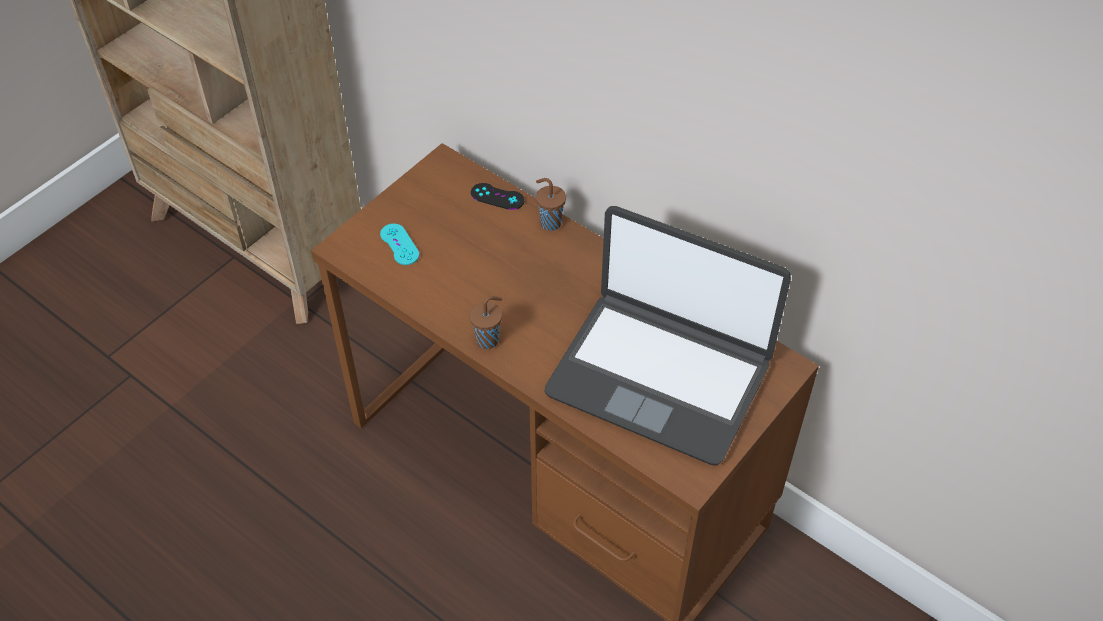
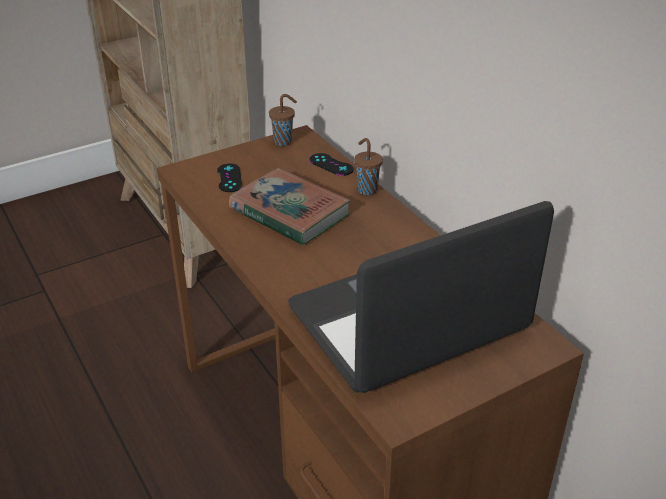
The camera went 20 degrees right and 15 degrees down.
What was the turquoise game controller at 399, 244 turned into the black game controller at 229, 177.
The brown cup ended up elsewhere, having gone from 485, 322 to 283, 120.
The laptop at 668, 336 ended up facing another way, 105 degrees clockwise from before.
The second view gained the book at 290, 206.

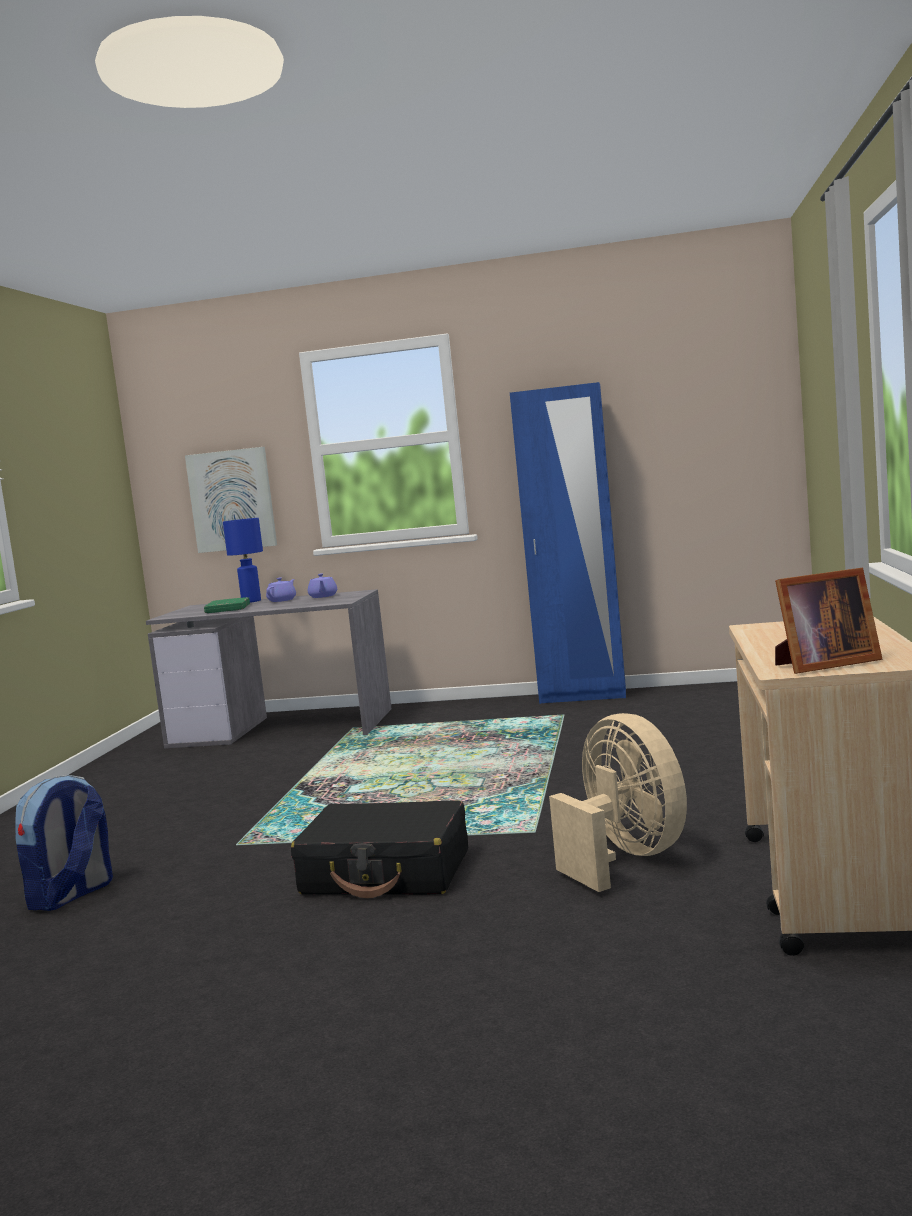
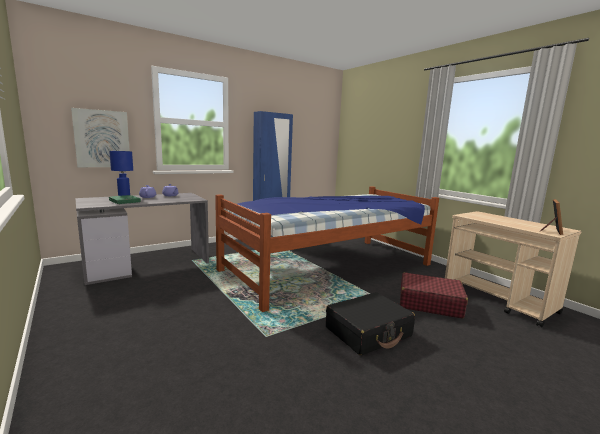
The camera went 45 degrees left and 5 degrees up.
The second view lost the backpack at 64, 843.
Where the beige fan stood at 618, 802, the red suitcase came to stand at 434, 295.
The second view gained the bed at 327, 249.

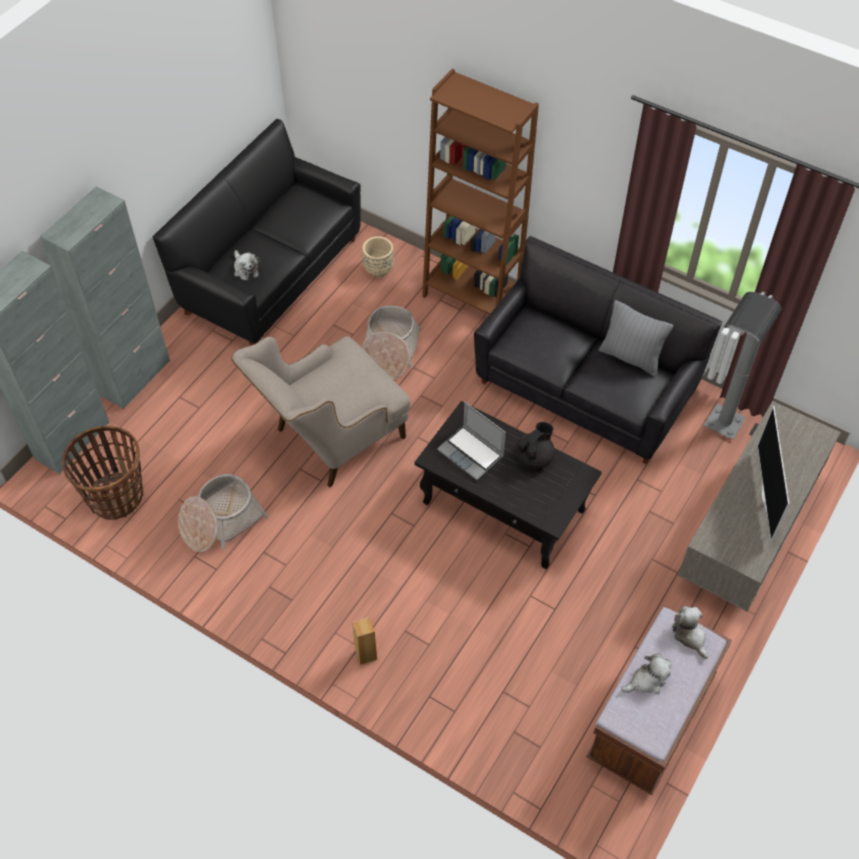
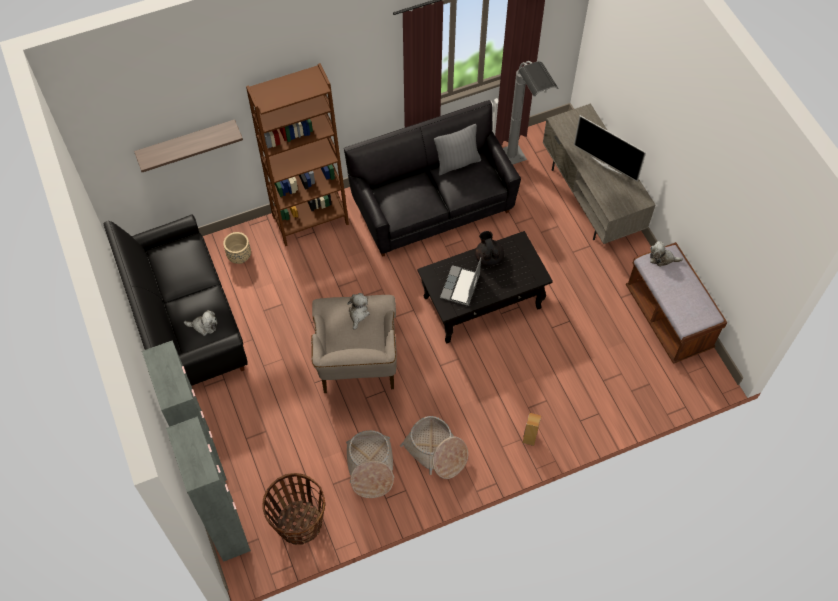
The camera went 55 degrees left and 5 degrees up.
The basket ended up elsewhere, having gone from 391, 343 to 434, 447.
The laptop at 471, 441 ended up facing another way, 120 degrees clockwise from before.
The plush toy ended up elsewhere, having gone from 646, 674 to 358, 311.
The second view gained the shelf at 188, 145.

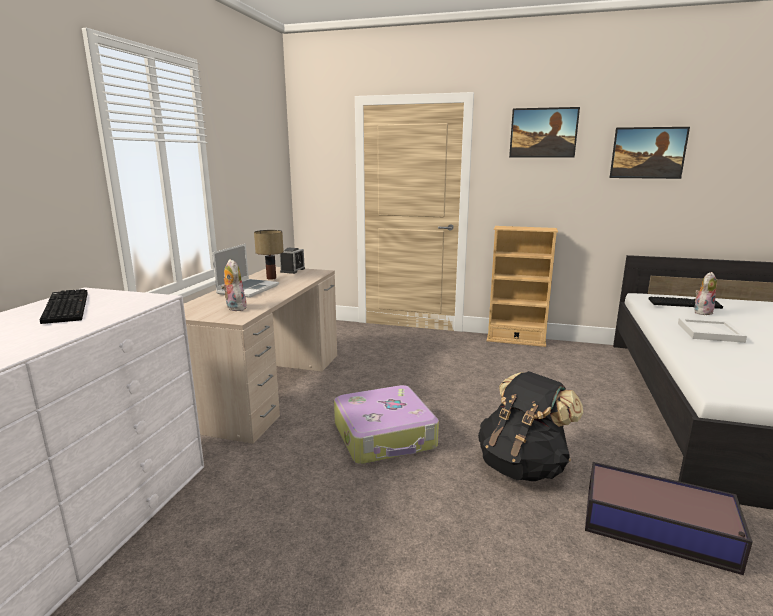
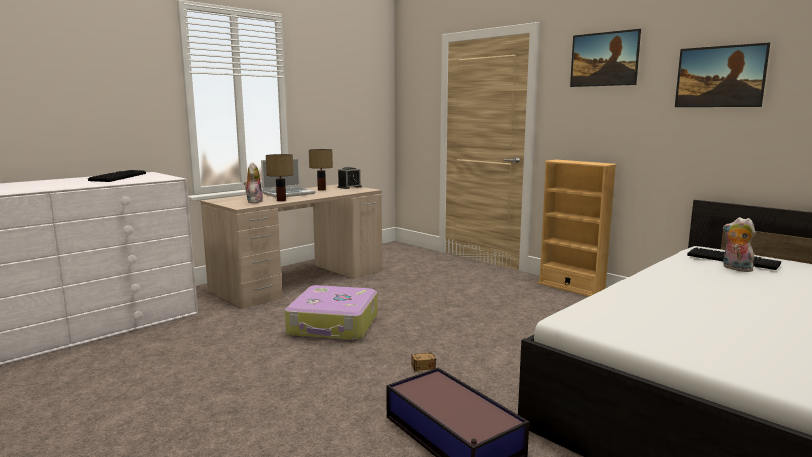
The camera went 30 degrees right and 5 degrees down.
Where the black backpack stood at 530, 426, the storage box came to stand at 409, 354.
The second view lost the white tray at 712, 330.
The plush toy at 705, 293 ended up facing another way, 120 degrees counterclockwise from before.
The second view gained the table lamp at 280, 177.

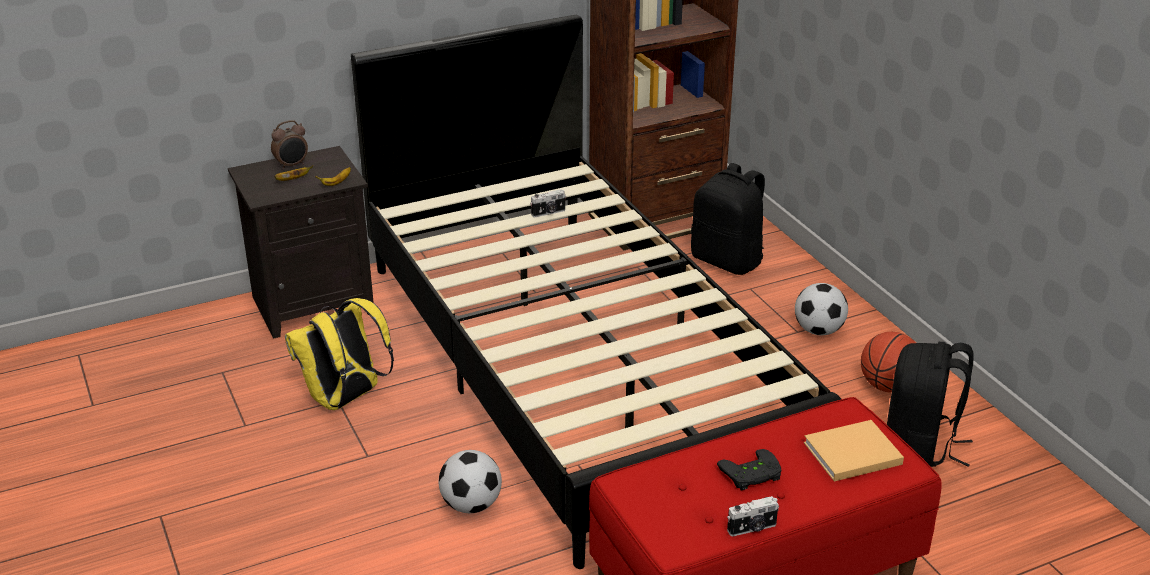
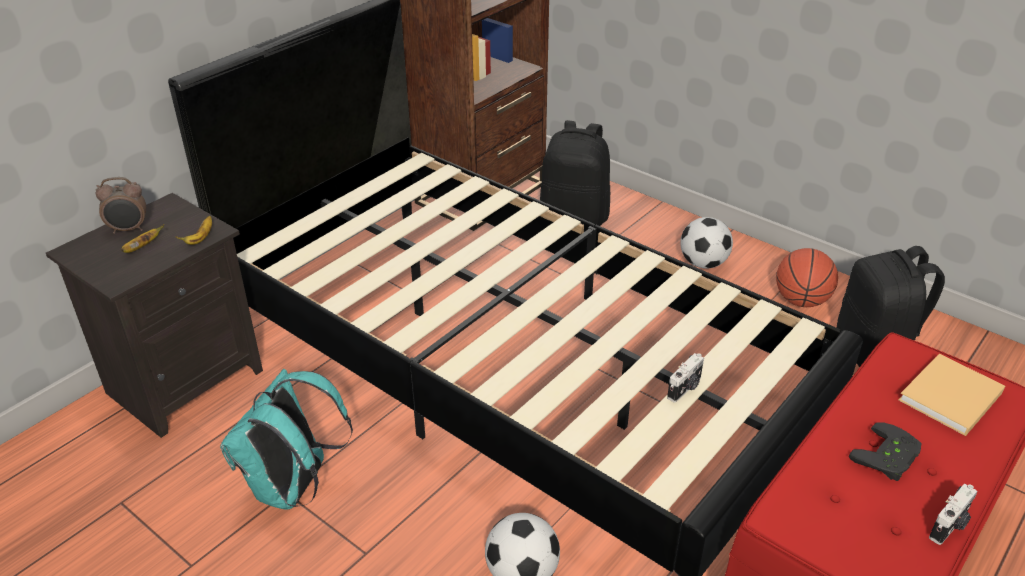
The camera went 25 degrees left and 5 degrees up.
The alarm clock at 289, 144 ended up facing another way, 45 degrees clockwise from before.
What was the yellow backpack at 339, 354 turned into the turquoise backpack at 286, 439.
The photo camera ended up elsewhere, having gone from 548, 203 to 685, 377.

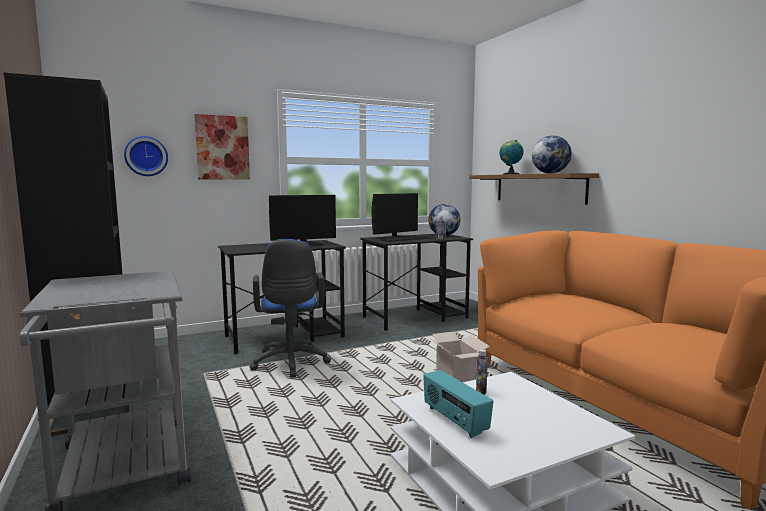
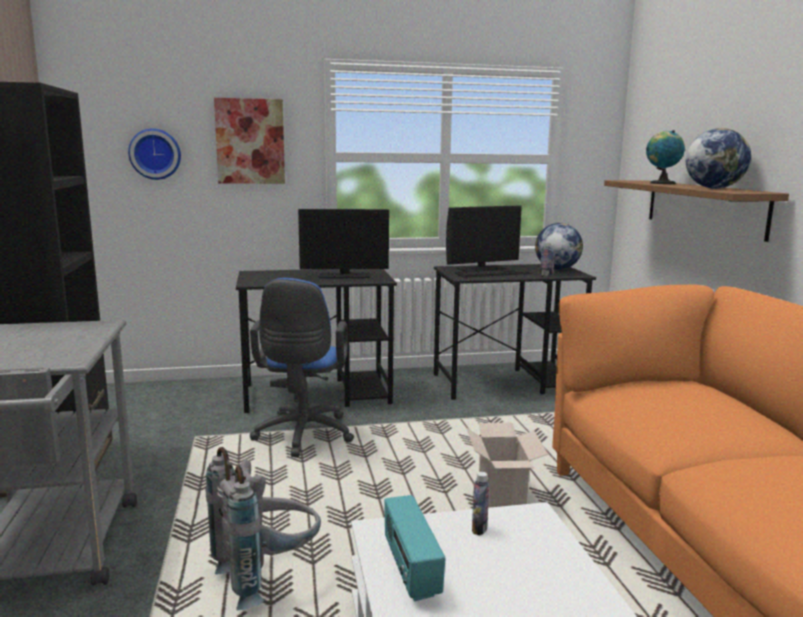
The camera went 15 degrees right and 5 degrees up.
The second view gained the grey backpack at 263, 528.

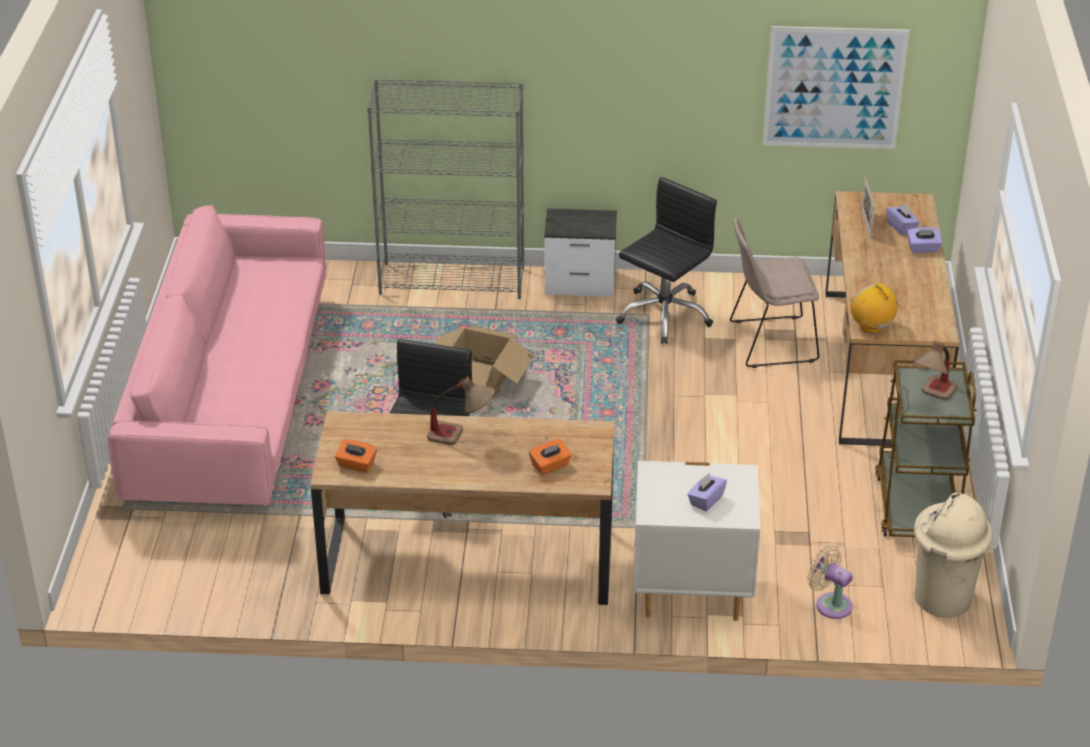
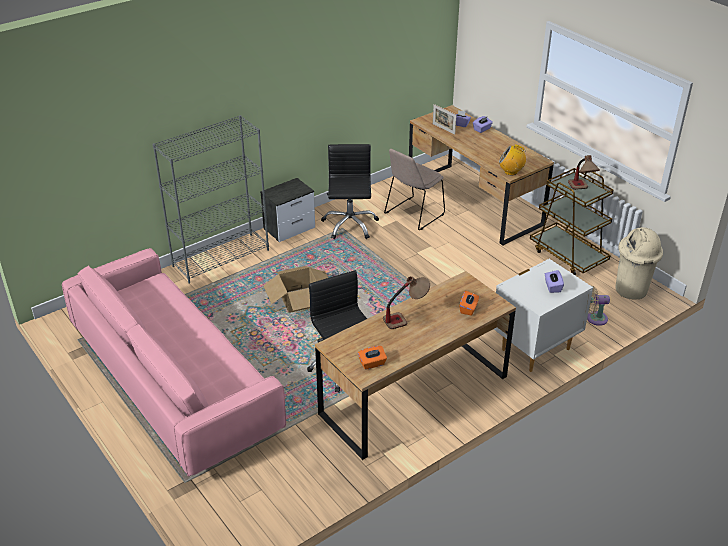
The camera went 40 degrees left and 0 degrees up.
The second view lost the picture at 836, 87.

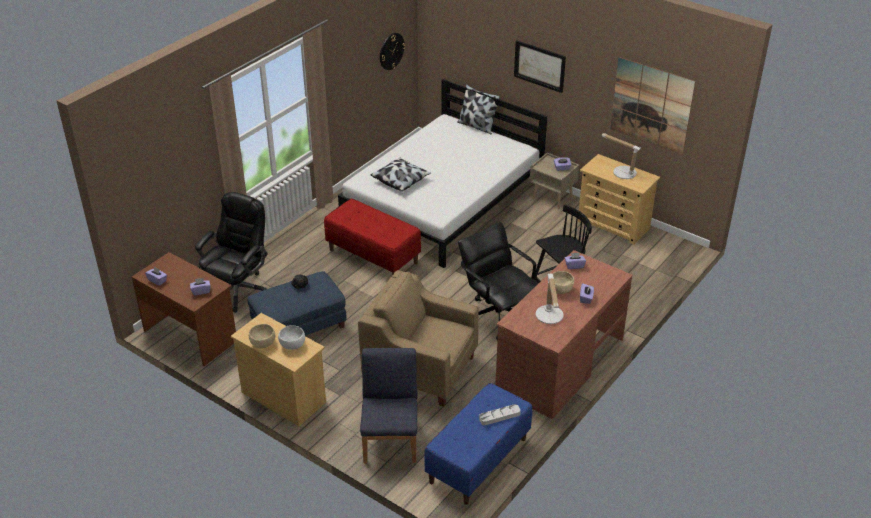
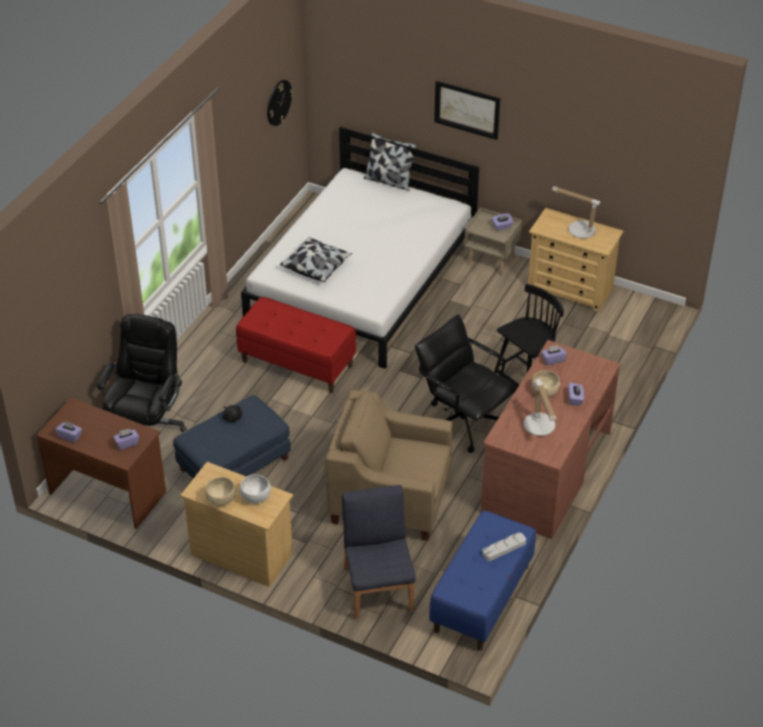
The camera went 10 degrees left and 5 degrees up.
The second view lost the picture at 653, 106.

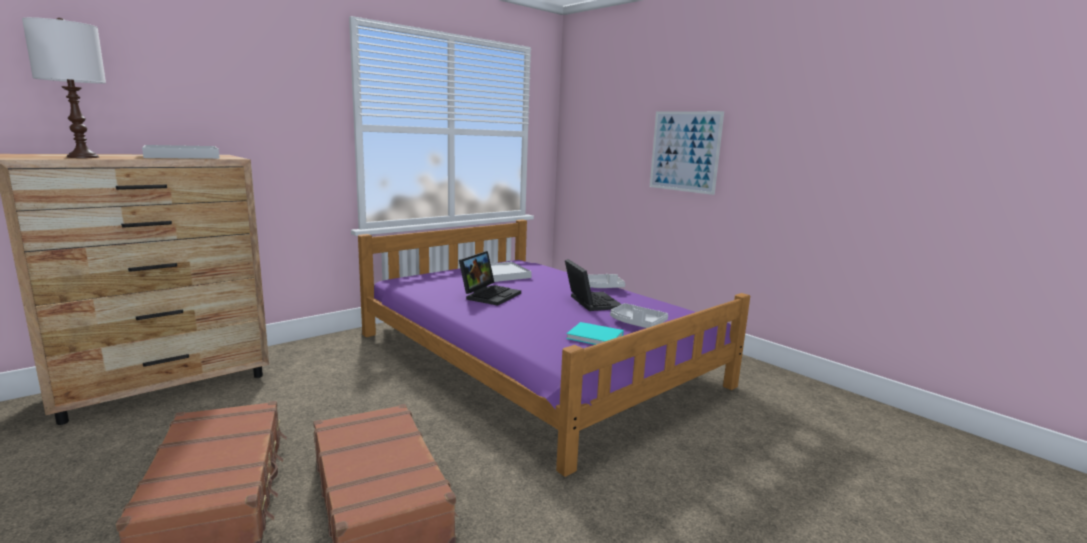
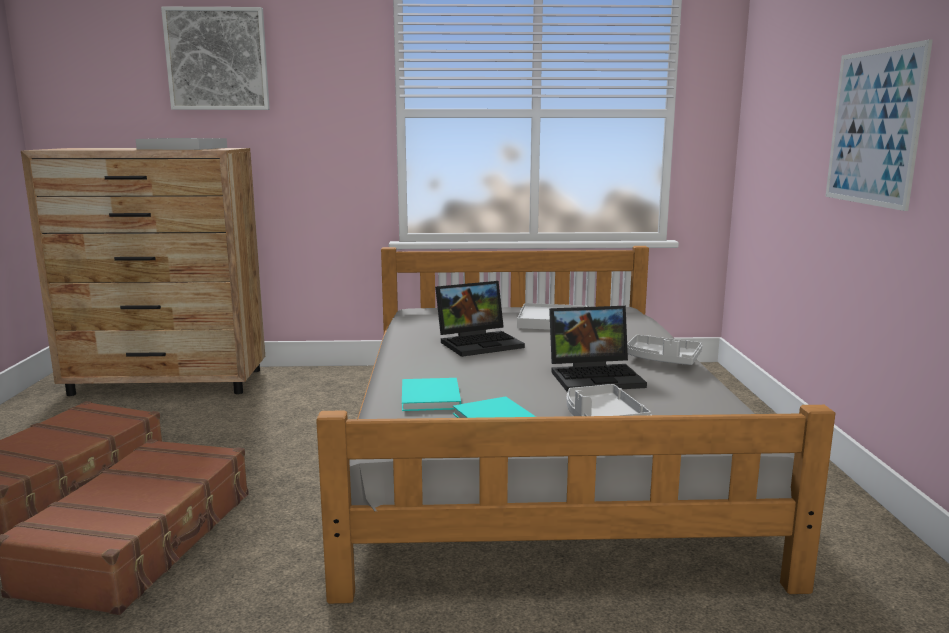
The camera went 40 degrees right and 0 degrees up.
The second view lost the white table lamp at 64, 87.
What was the purple bed at 554, 348 turned into the grey bed at 576, 425.
The laptop at 593, 285 ended up facing another way, 60 degrees clockwise from before.
The second view gained the picture at 215, 58.
The second view gained the turquoise book at 431, 394.

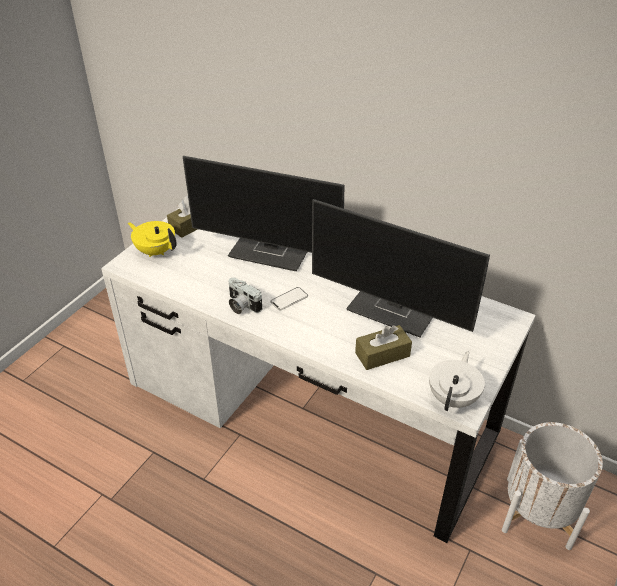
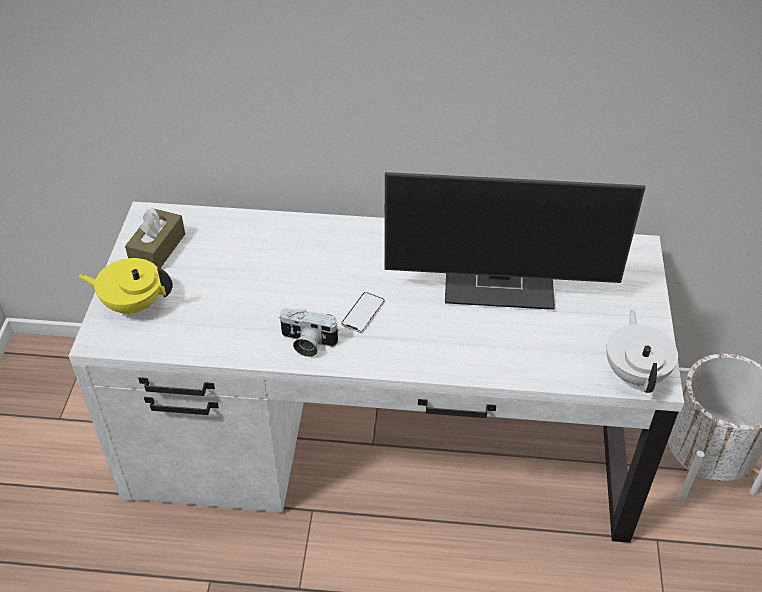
The camera went 25 degrees left and 5 degrees up.
The second view lost the monitor at 263, 213.
The second view lost the brown tissue box at 383, 347.

